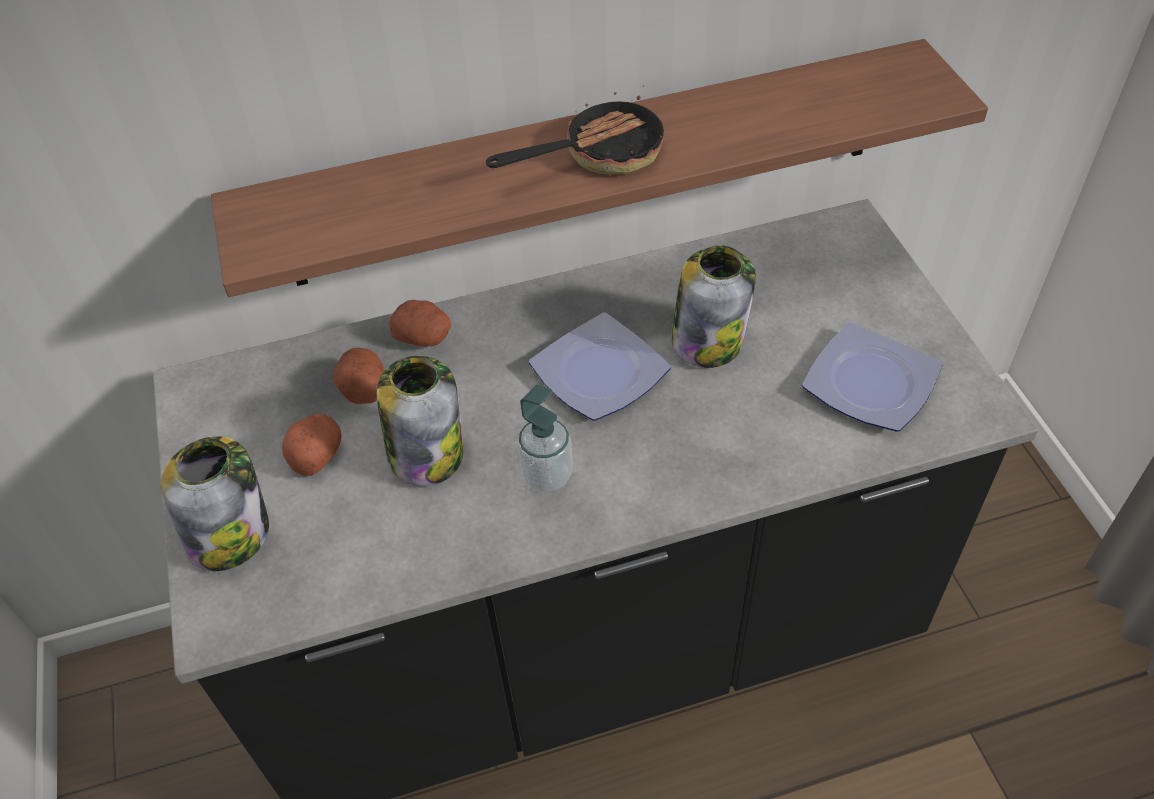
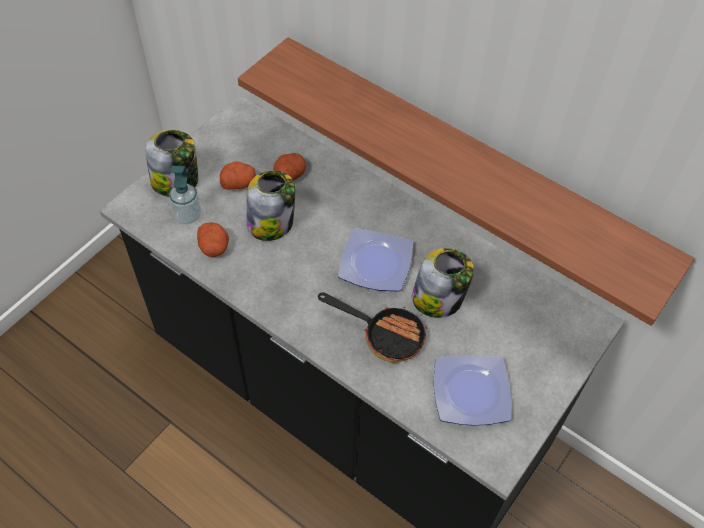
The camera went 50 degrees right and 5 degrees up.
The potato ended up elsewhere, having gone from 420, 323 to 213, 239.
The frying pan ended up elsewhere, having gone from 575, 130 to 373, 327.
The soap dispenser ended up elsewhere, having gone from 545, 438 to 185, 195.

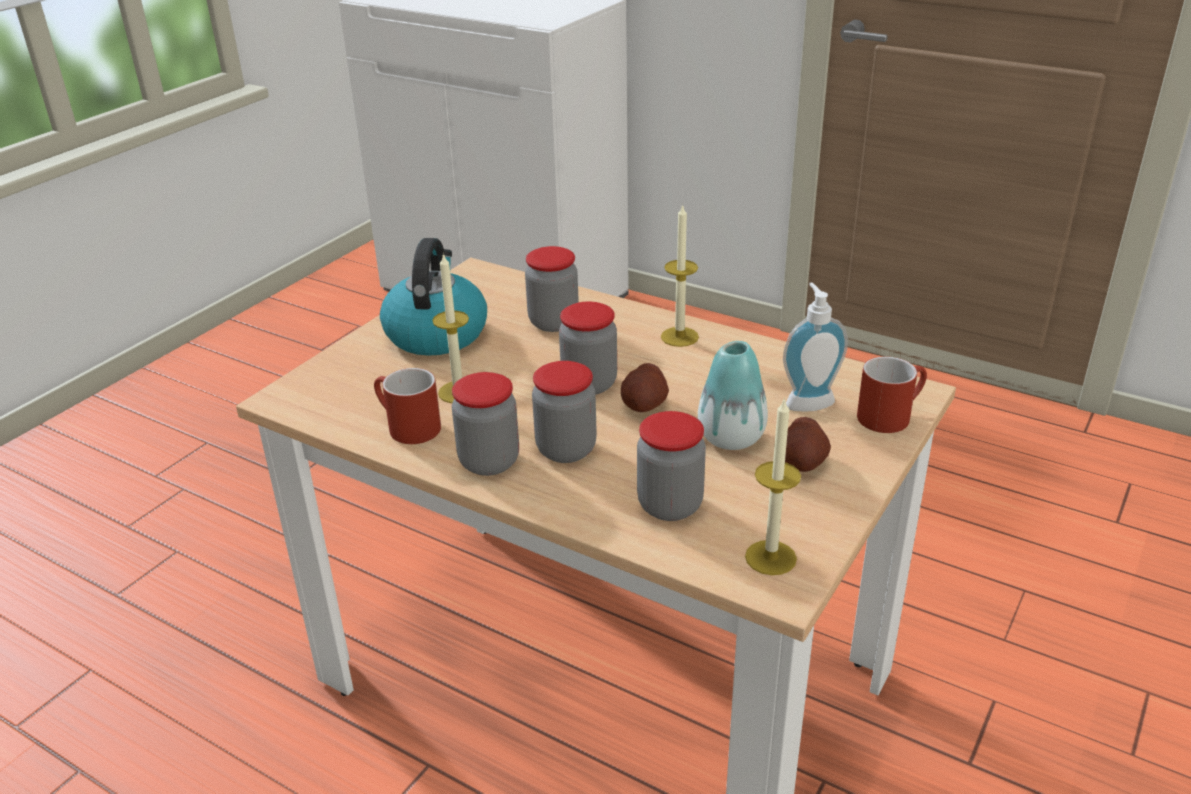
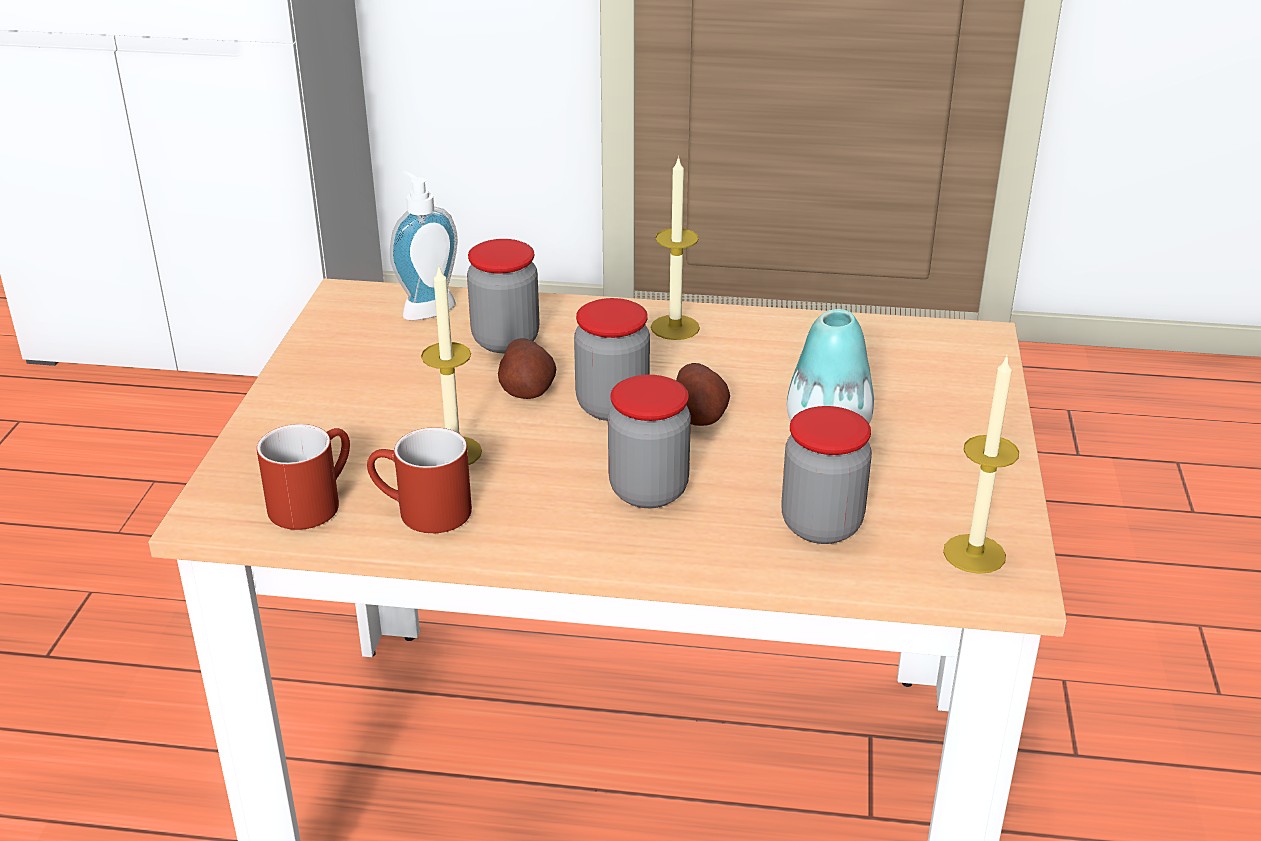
The camera went 25 degrees left and 0 degrees up.
The second view lost the kettle at 433, 297.
The second view lost the jar at 485, 424.
The soap dispenser ended up elsewhere, having gone from 815, 347 to 424, 245.
The potato ended up elsewhere, having gone from 808, 444 to 527, 369.
The red mug ended up elsewhere, having gone from 892, 395 to 303, 477.

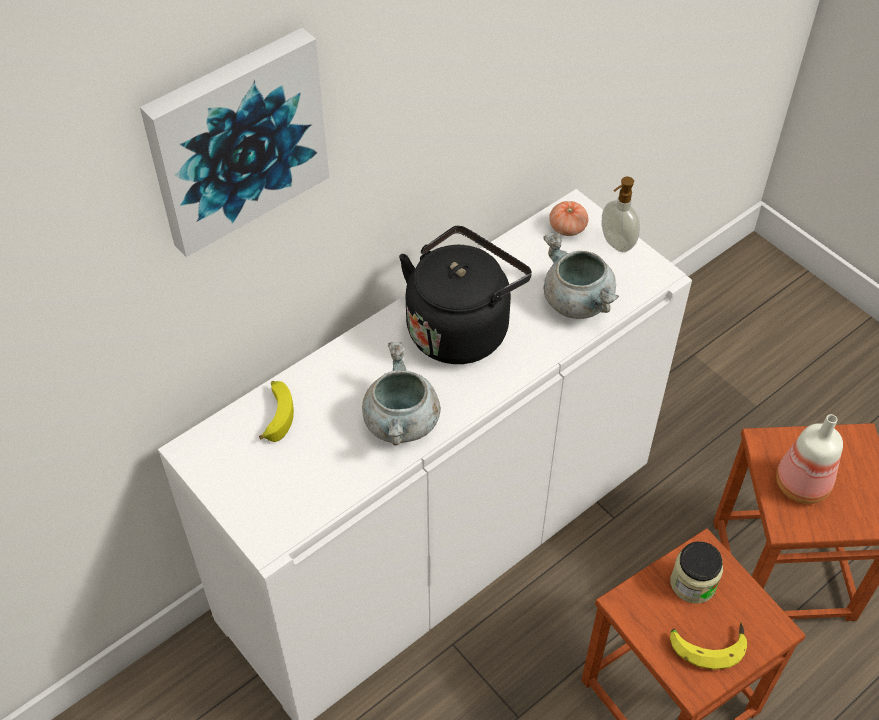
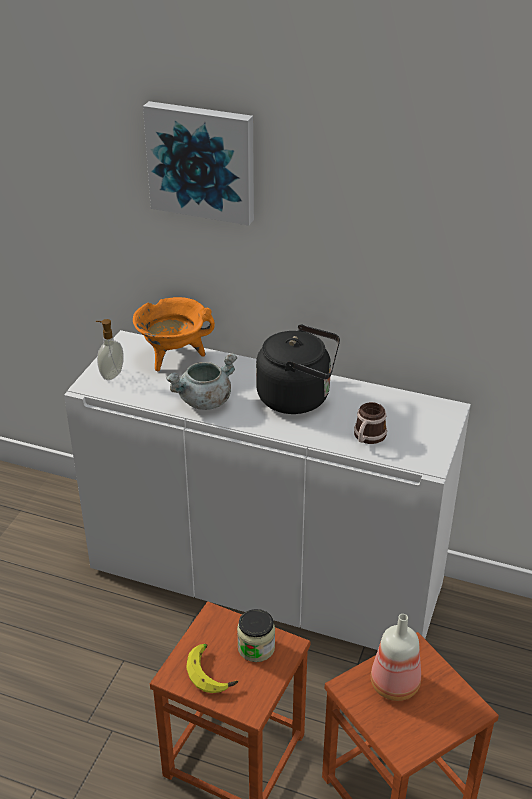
The camera went 60 degrees right and 15 degrees down.
Where the banana stood at 276, 411, the orange cooking pot came to stand at 174, 334.
Where the grey cooking pot stood at 581, 275, the mug came to stand at 370, 423.
The second view lost the tomato at 568, 218.
The soap dispenser ended up elsewhere, having gone from 621, 214 to 110, 349.

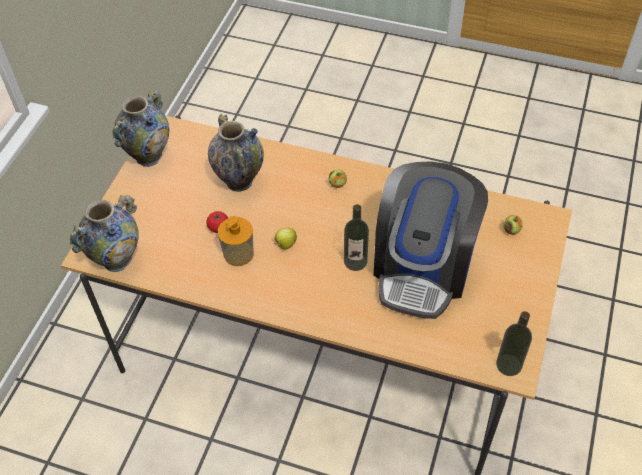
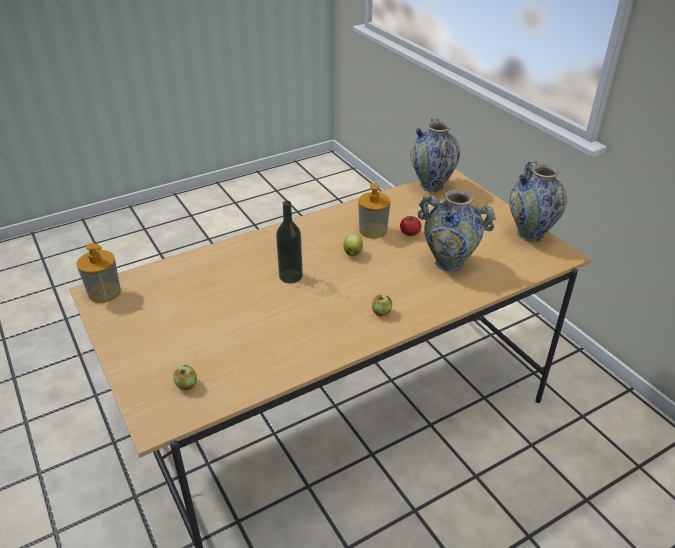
The camera went 130 degrees right and 15 degrees down.
The second view lost the coffee machine at 431, 240.
Where the bottle stood at 514, 343, the soap dispenser came to stand at 98, 273.

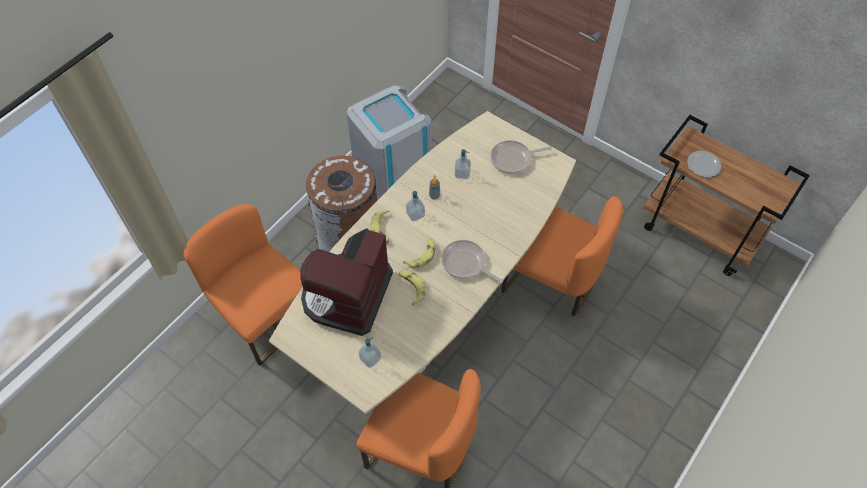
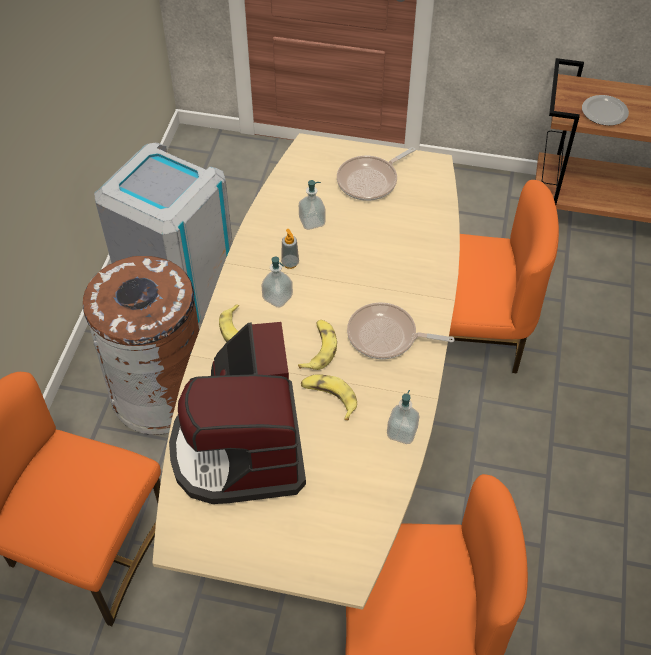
The camera went 25 degrees left and 5 degrees down.
The soap dispenser ended up elsewhere, having gone from 369, 352 to 403, 417.

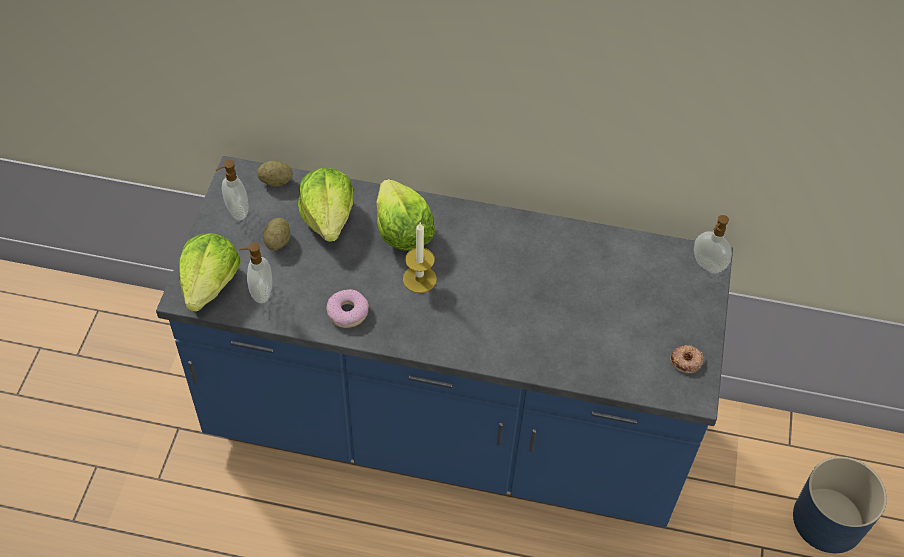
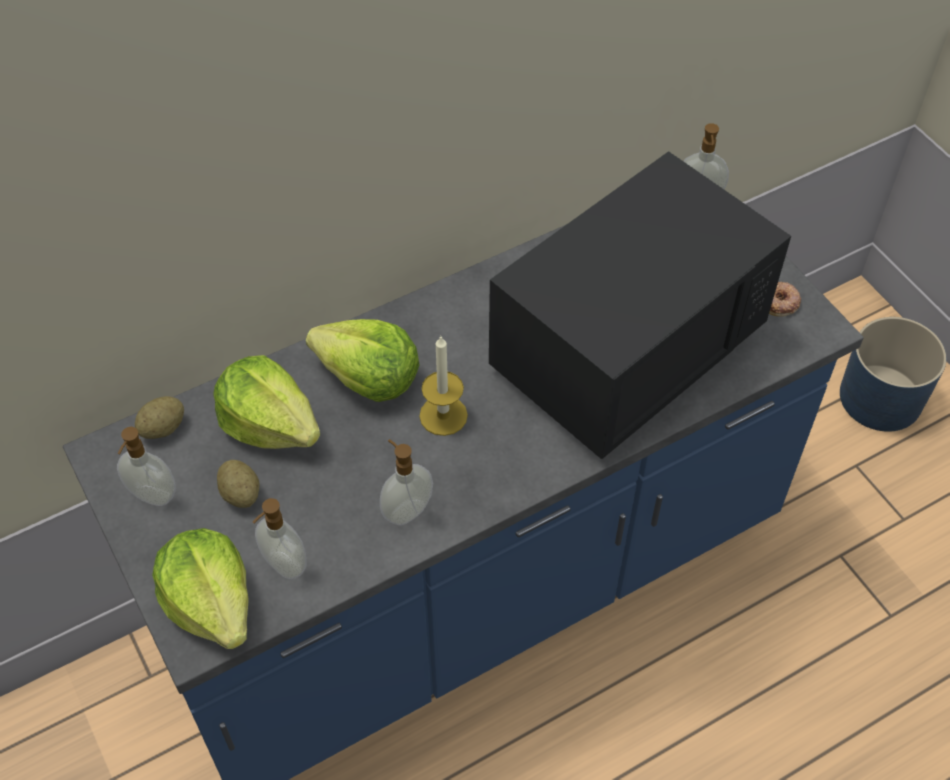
The camera went 40 degrees left and 0 degrees up.
Where the donut stood at 347, 308, the soap dispenser came to stand at 406, 482.
The second view gained the black microwave at 640, 305.

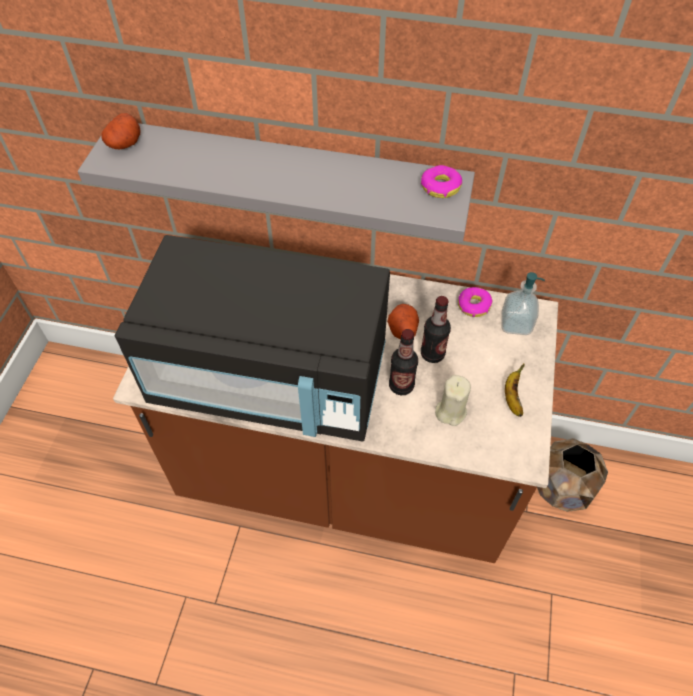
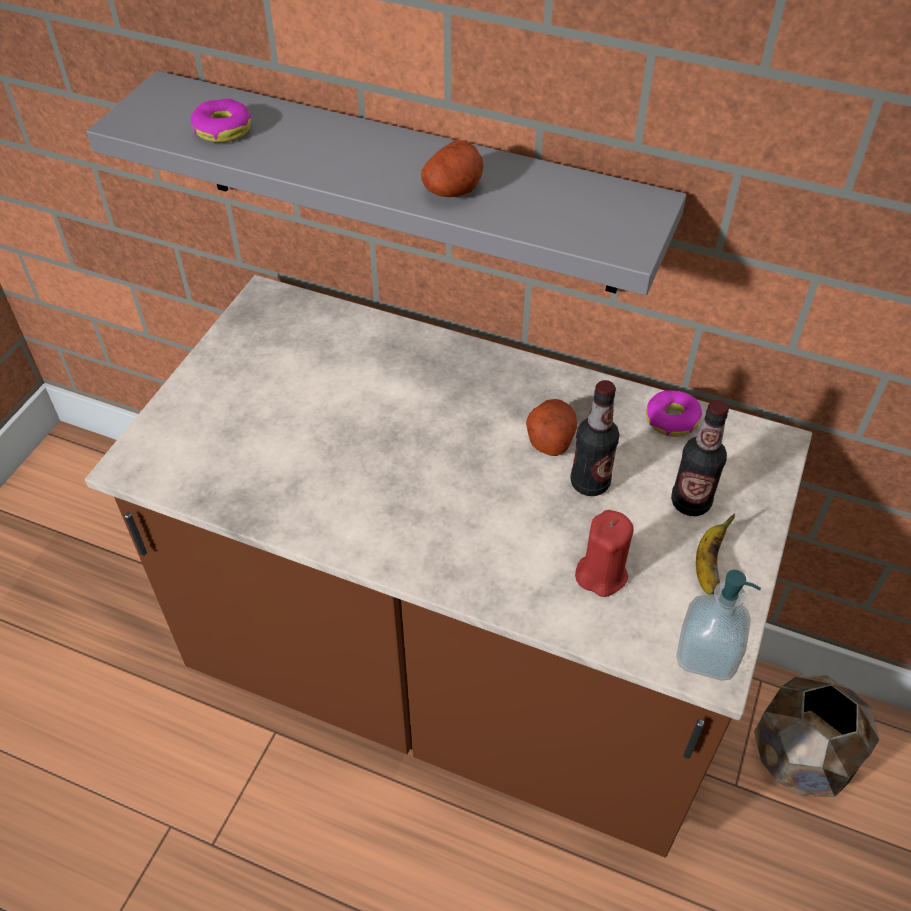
The camera went 10 degrees right and 5 degrees down.
The potato ended up elsewhere, having gone from 120, 131 to 452, 168.
The second view lost the black microwave at 252, 338.
The bottle ended up elsewhere, having gone from 403, 362 to 700, 458.
The donut ended up elsewhere, having gone from 441, 181 to 221, 121.
What was the beige candle at 453, 400 turned into the red candle at 604, 553.
The soap dispenser ended up elsewhere, having gone from 523, 303 to 718, 625.

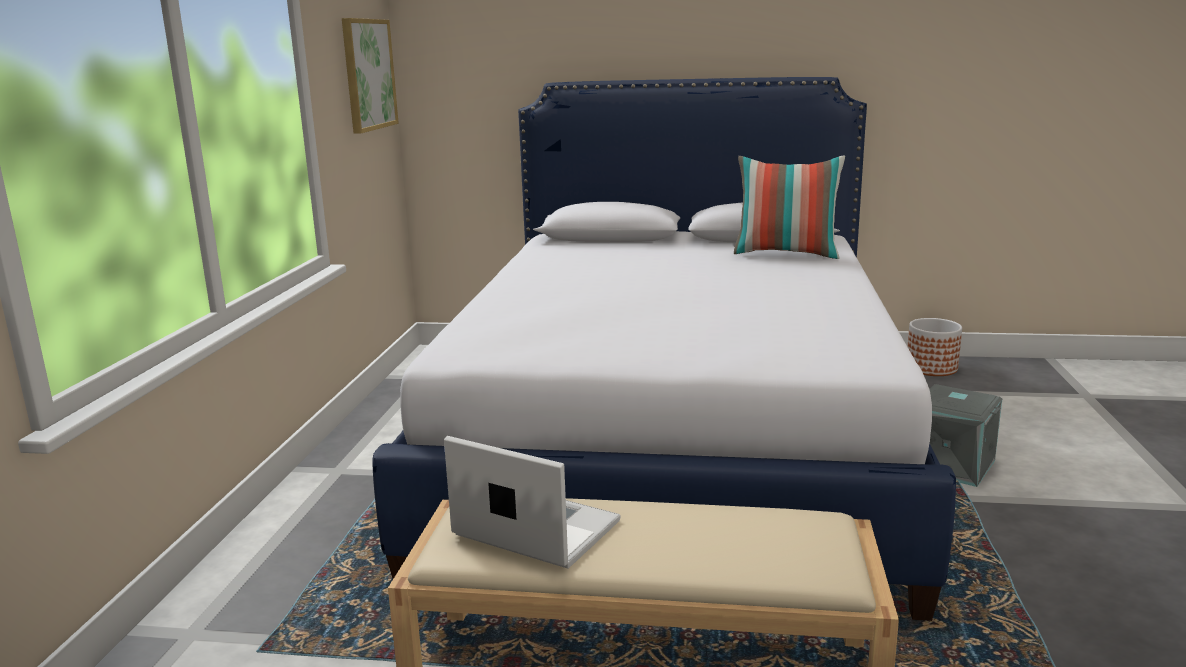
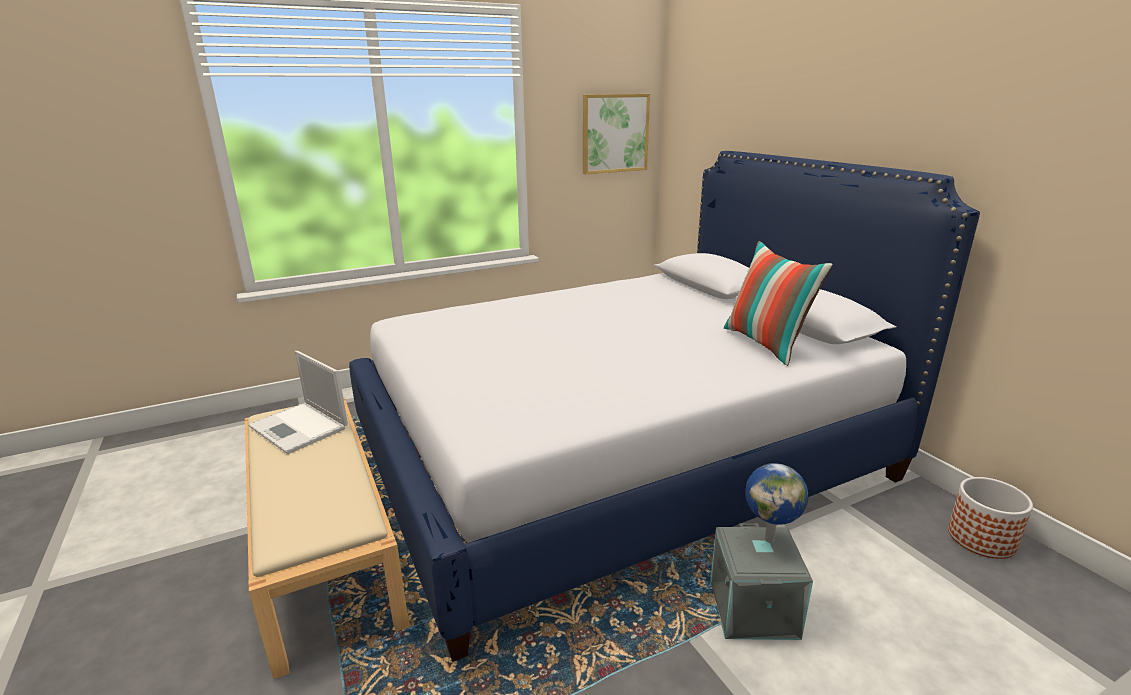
The camera went 55 degrees right and 5 degrees up.
The laptop at 532, 502 ended up facing another way, 135 degrees clockwise from before.
The second view gained the globe at 776, 503.

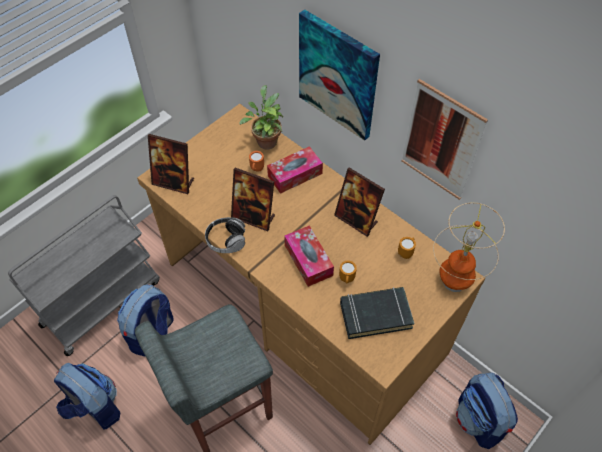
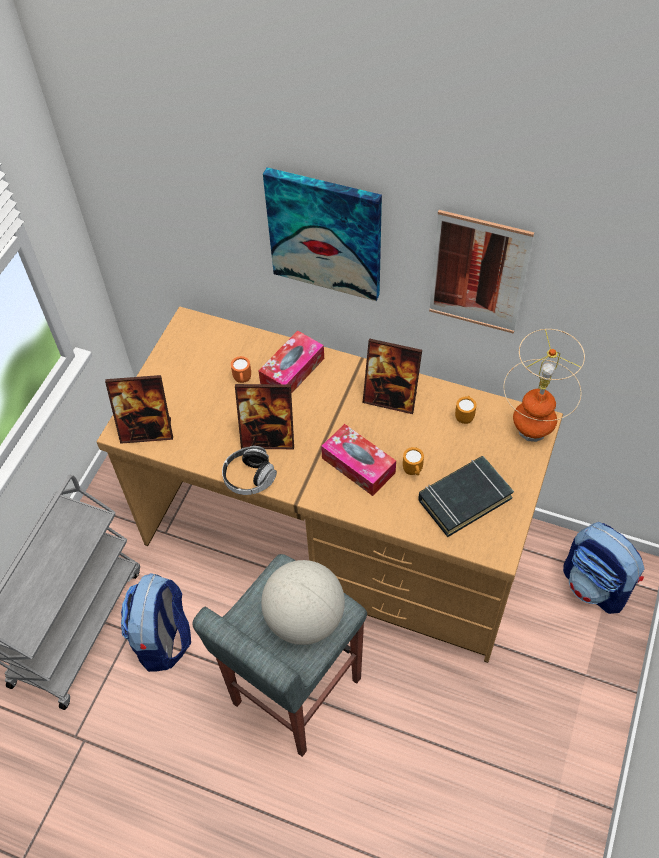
The camera went 20 degrees left and 0 degrees up.
The second view lost the backpack at 87, 396.
The second view lost the potted plant at 261, 117.
The second view gained the globe at 303, 602.

